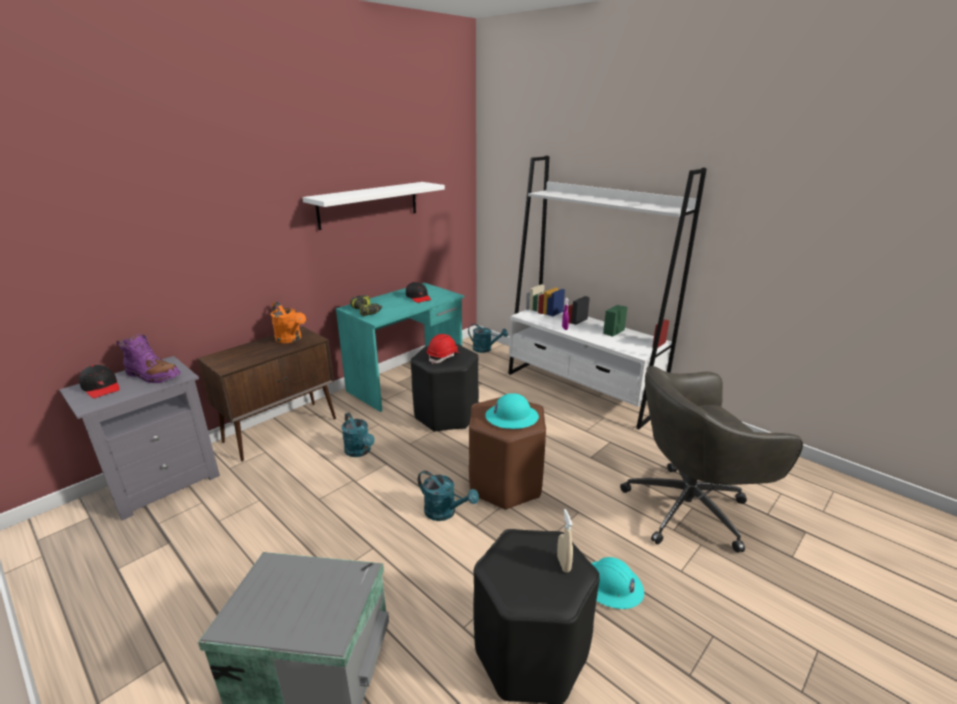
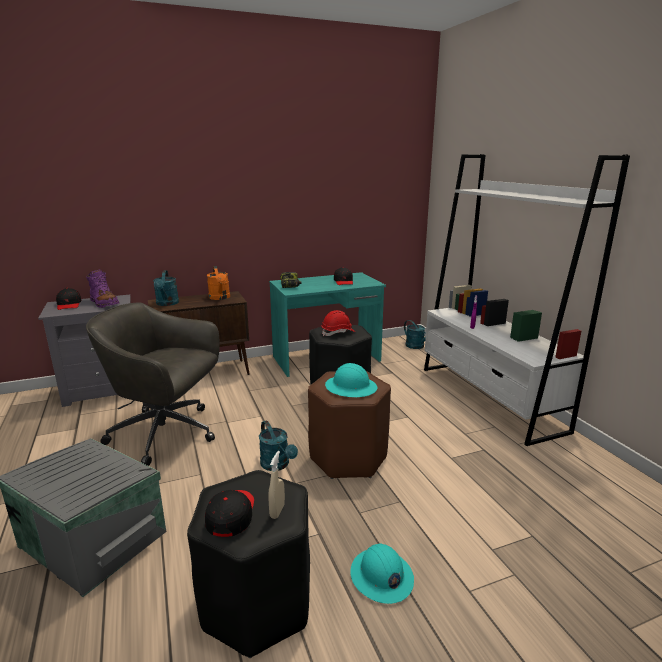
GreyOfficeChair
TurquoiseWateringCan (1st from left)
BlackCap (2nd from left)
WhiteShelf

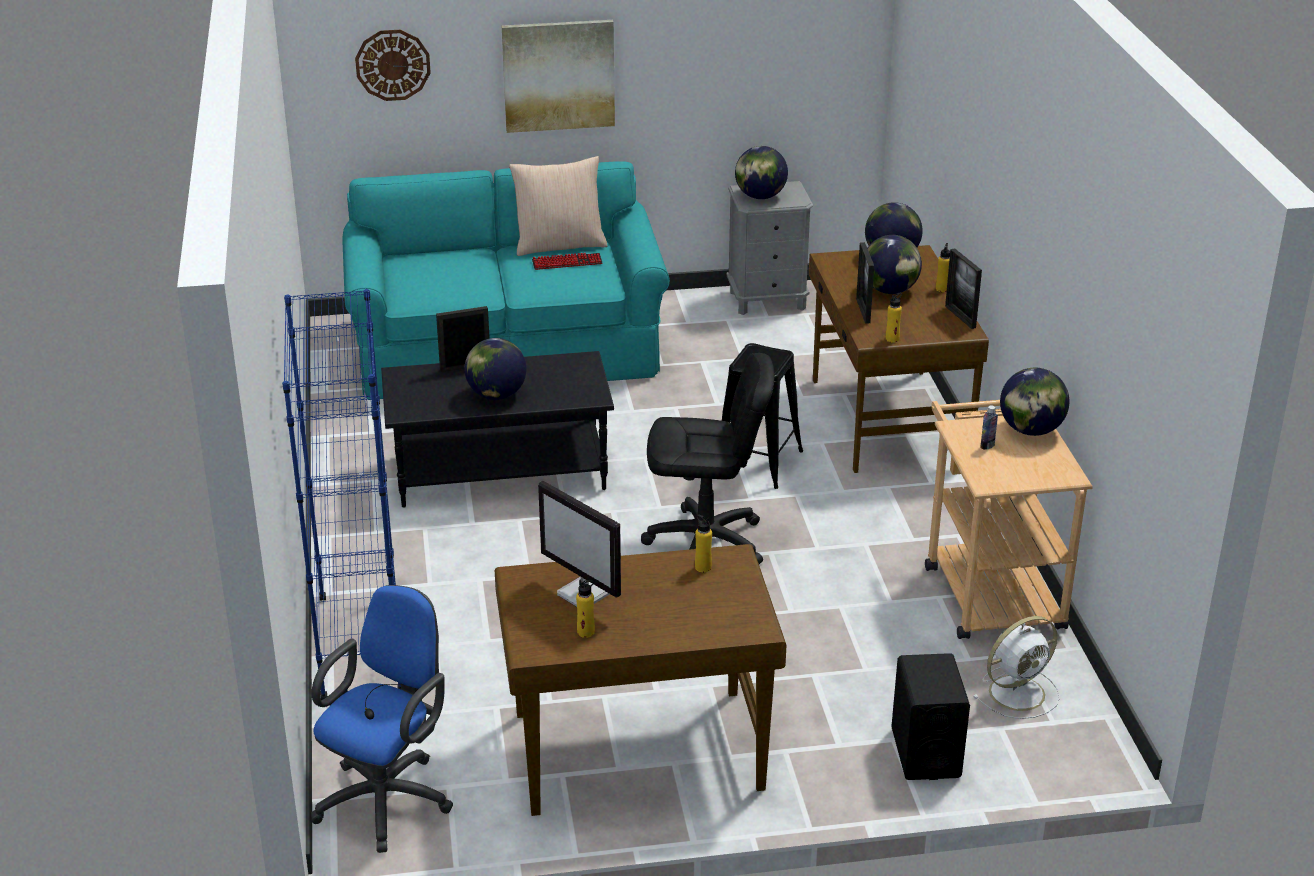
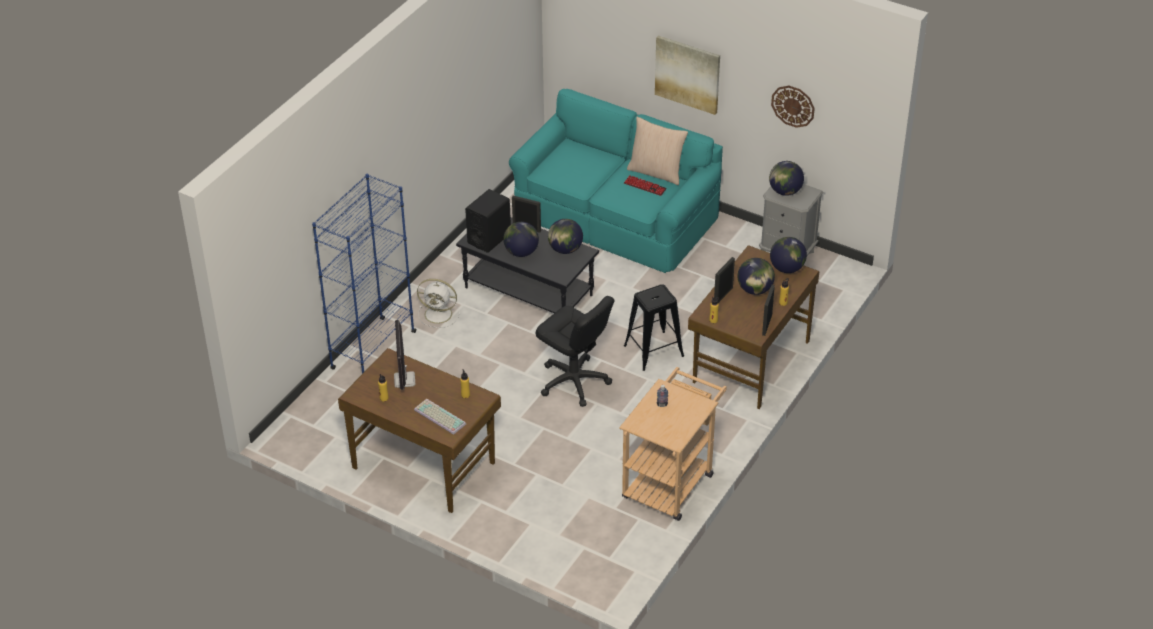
Keyboard (1st from left)
WhiteFan
BlackSpeaker
Globe (2nd from left)
WallClock
BlueOfficeChair

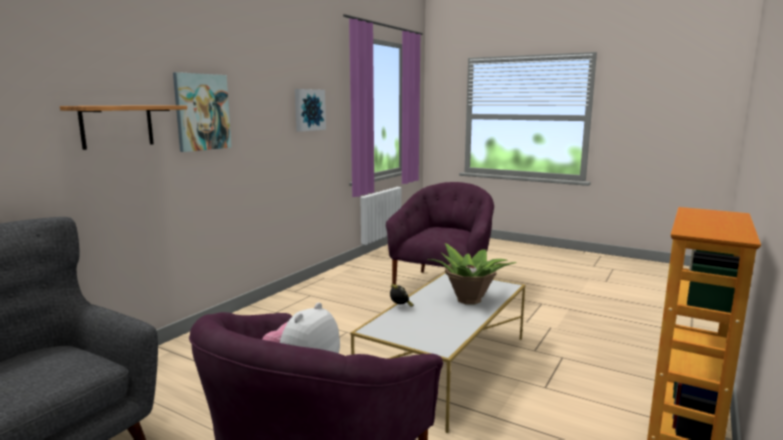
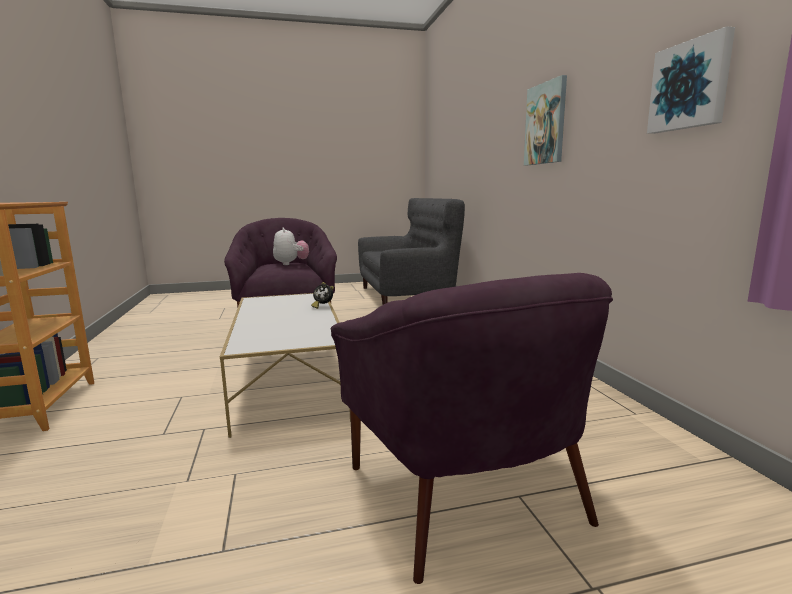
Shelf
PottedPlant

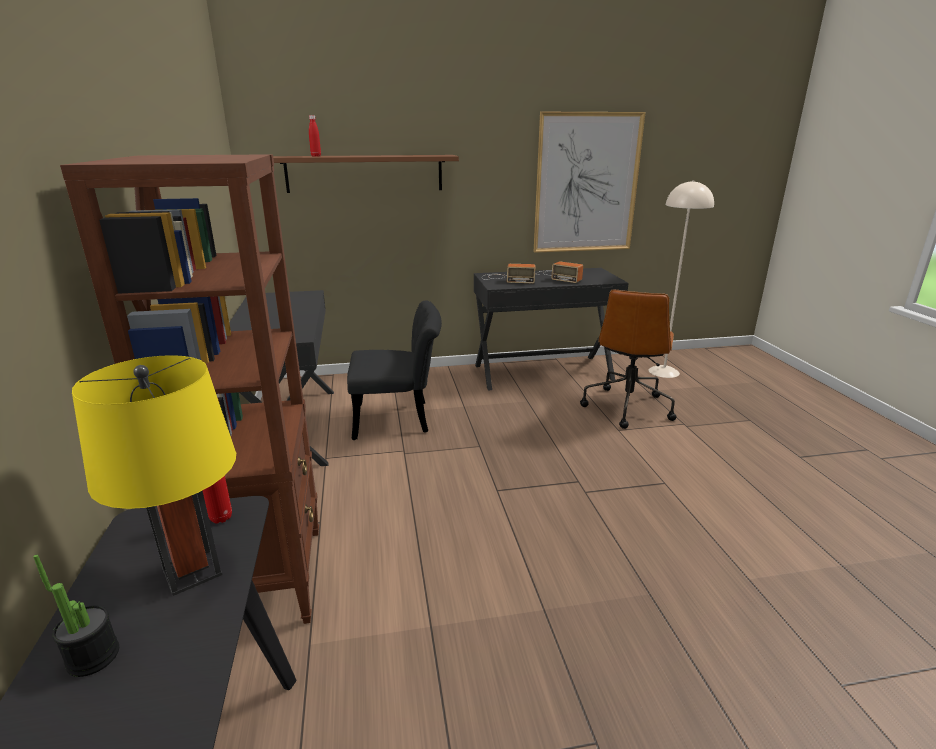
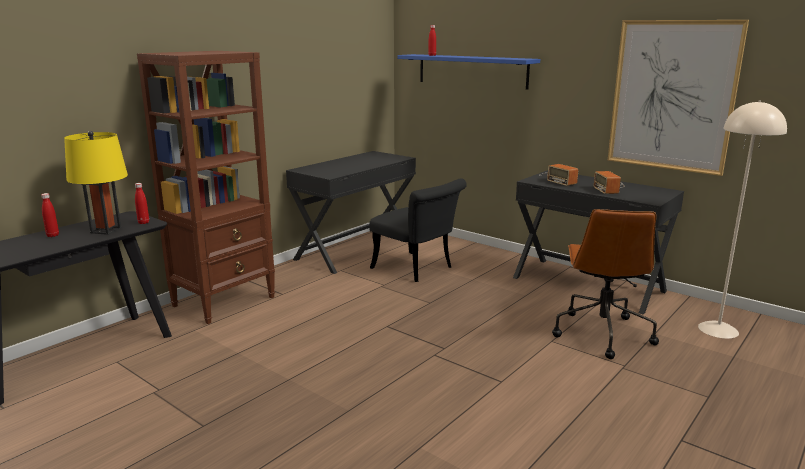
RedBottle (1st from left)
BlueShelf
BrownOfficeChair

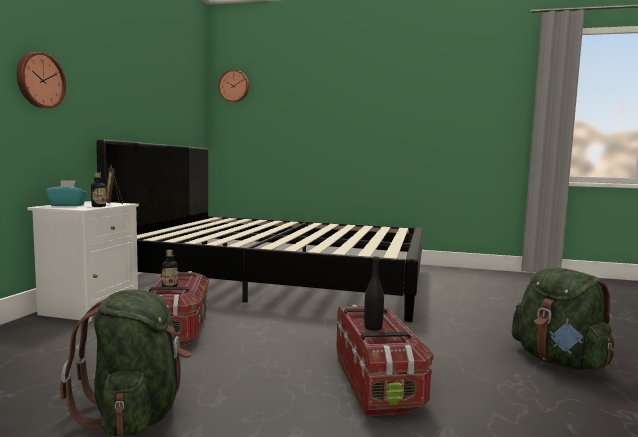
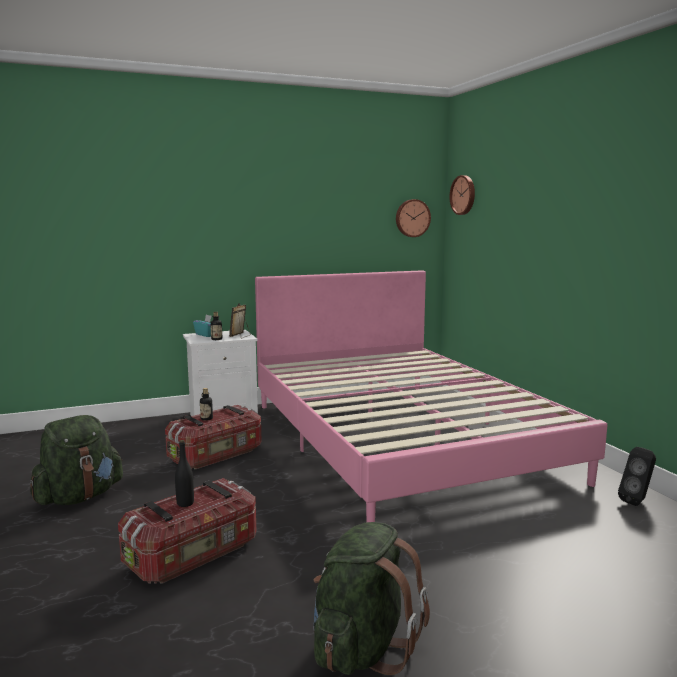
PinkBed
WallClock (1st from left)
BlackSpeaker

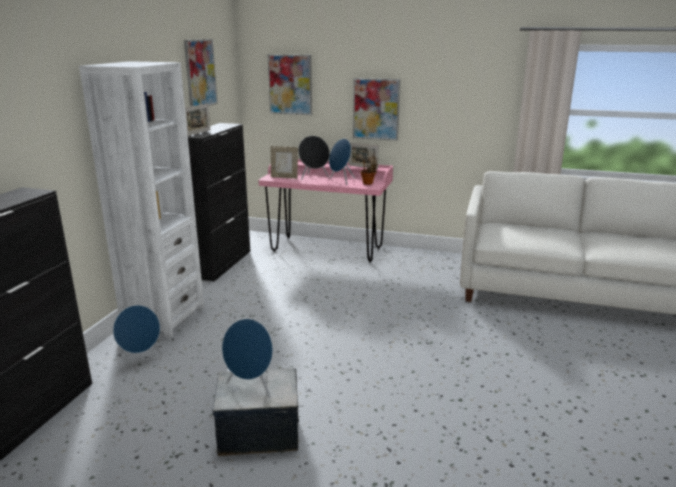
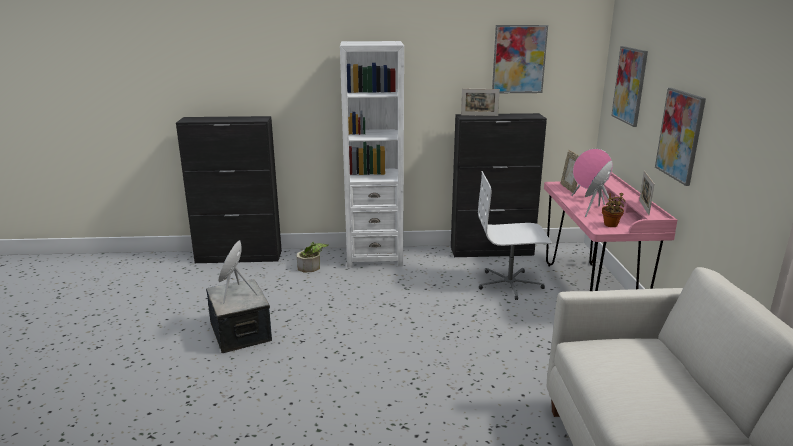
PottedPlant (1st from left)
WhiteOfficeChair
PinkSpeaker

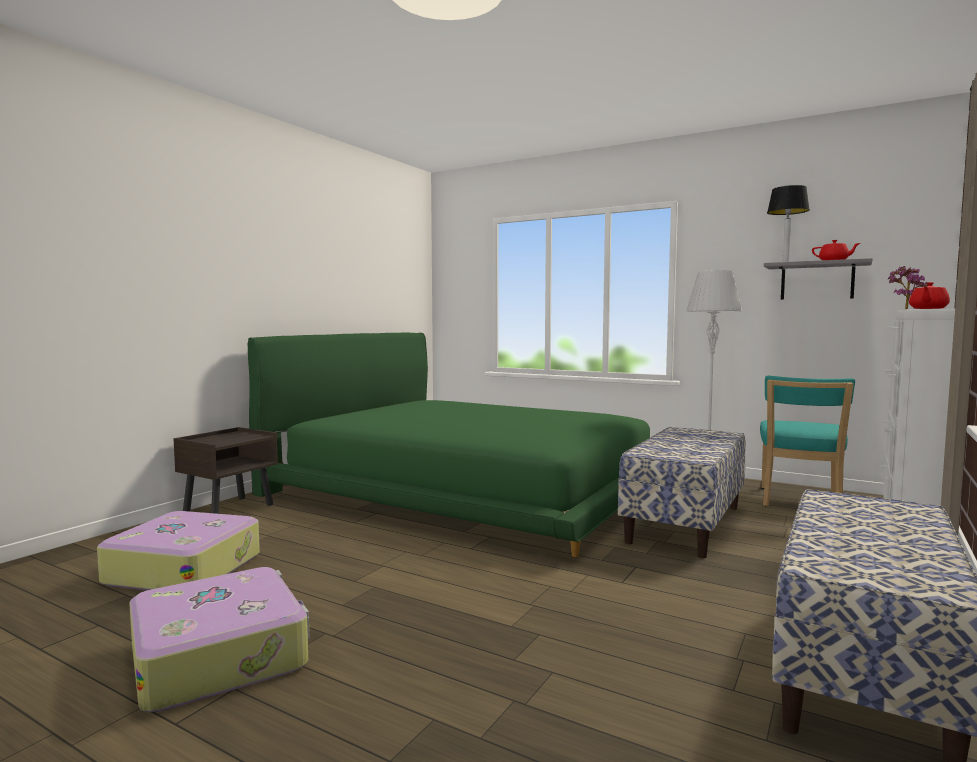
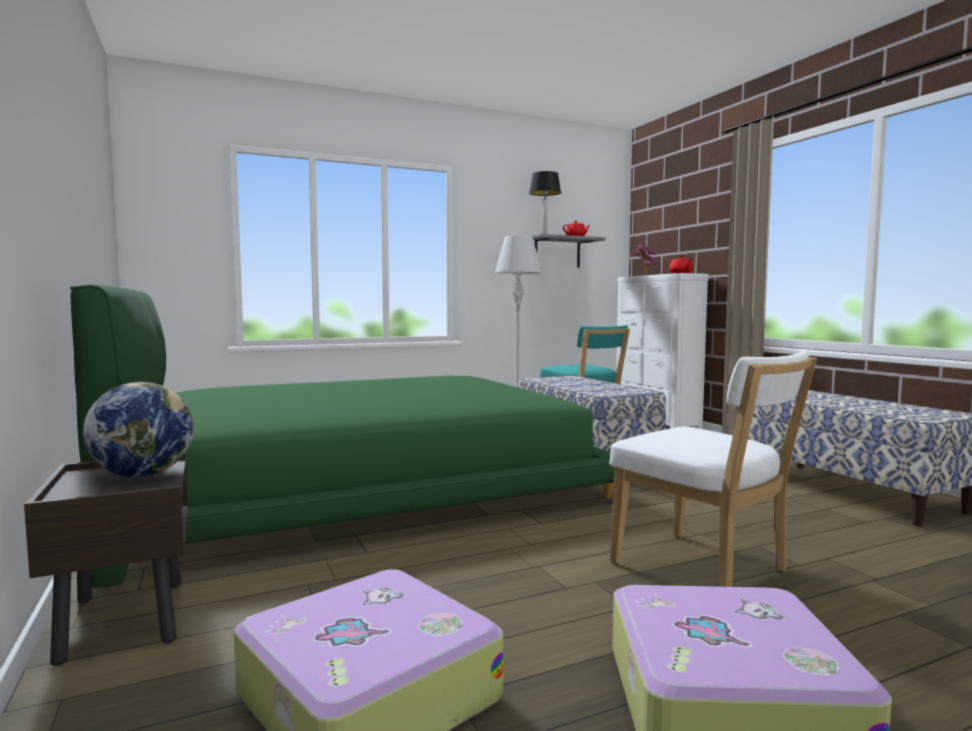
Globe
WhiteChair

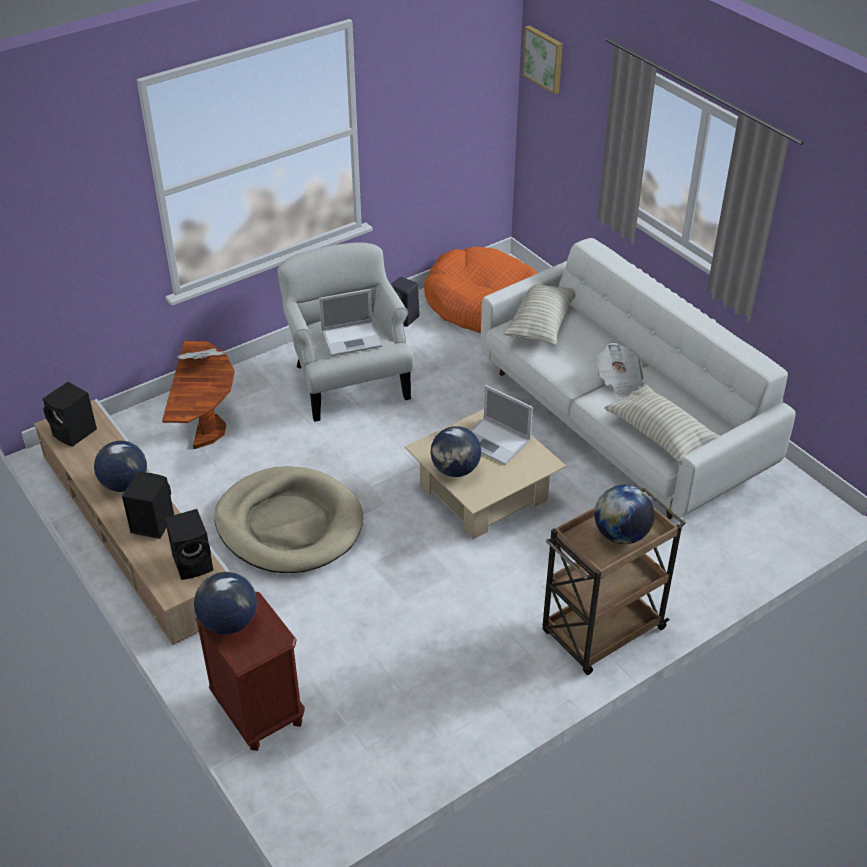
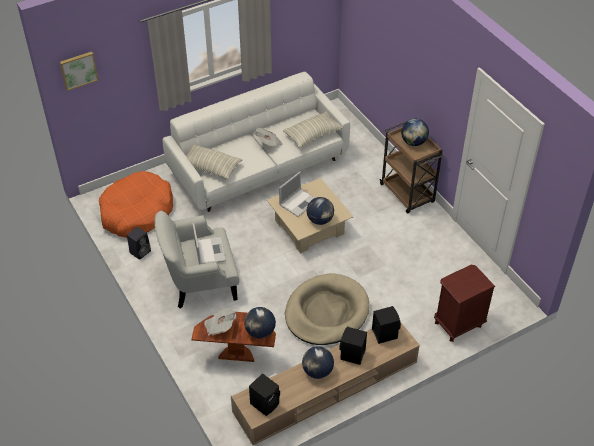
Globe (1st from left)

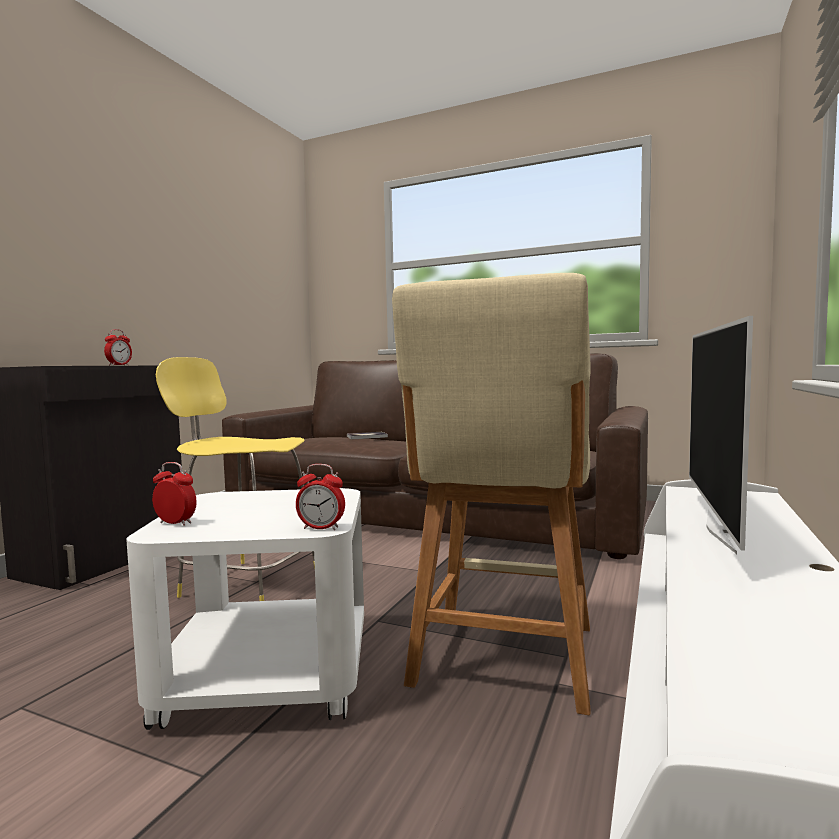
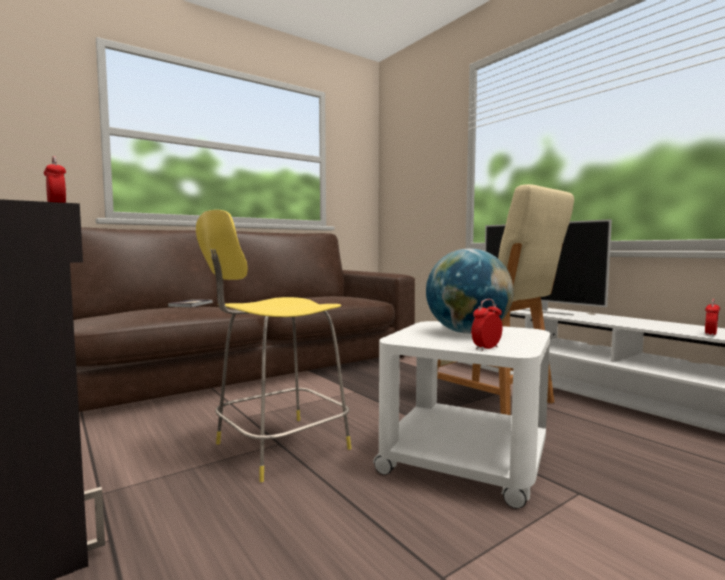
Globe
AlarmClock (3rd from left)

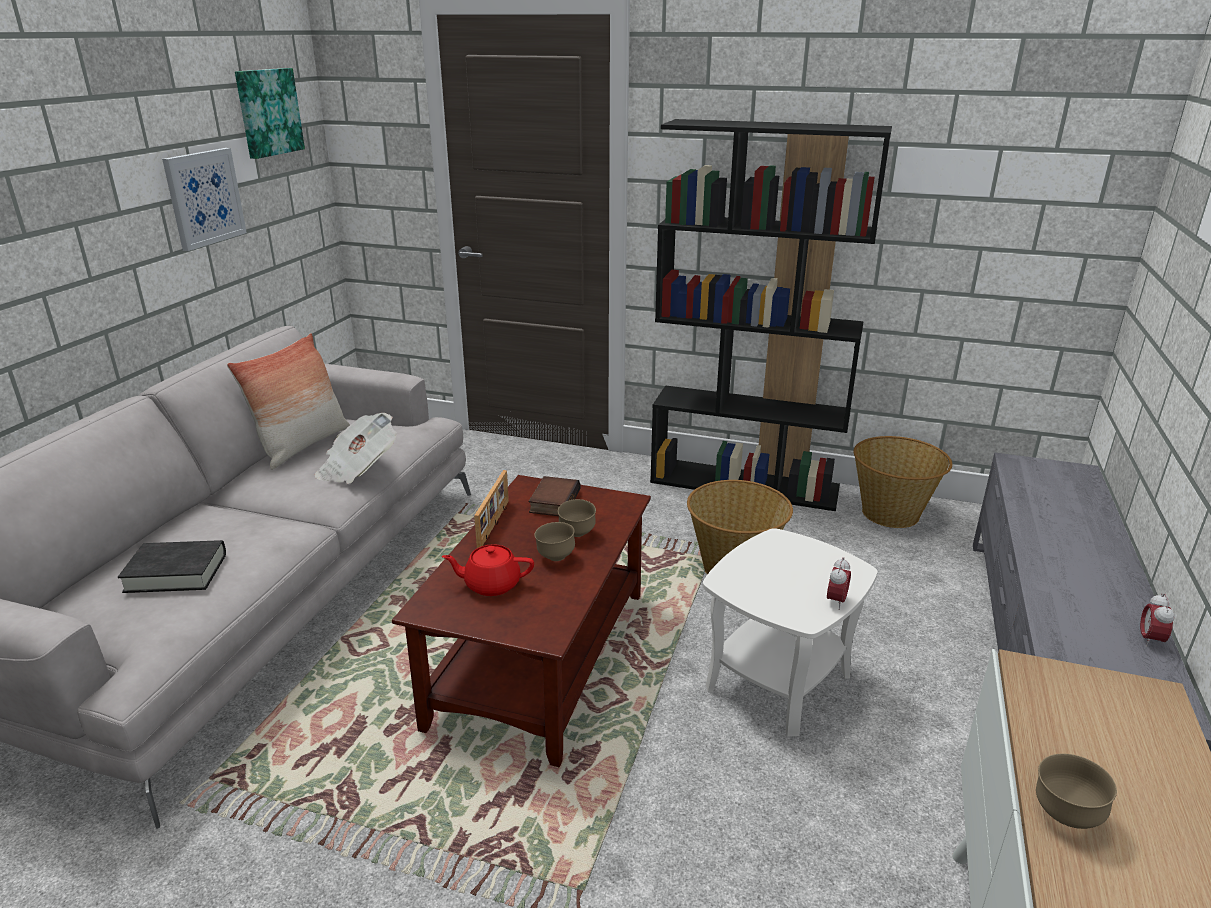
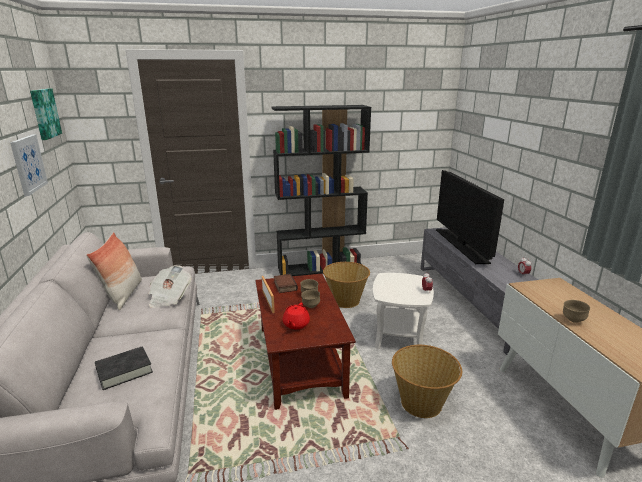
RedTeapot
Basket (2nd from left)
Television

